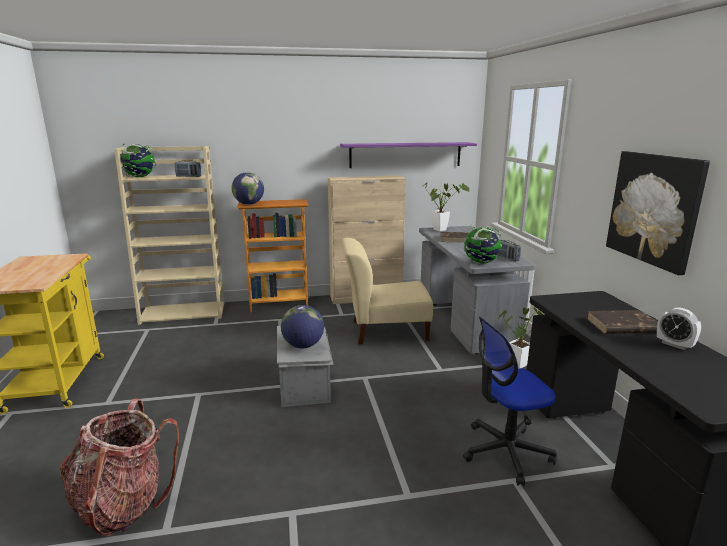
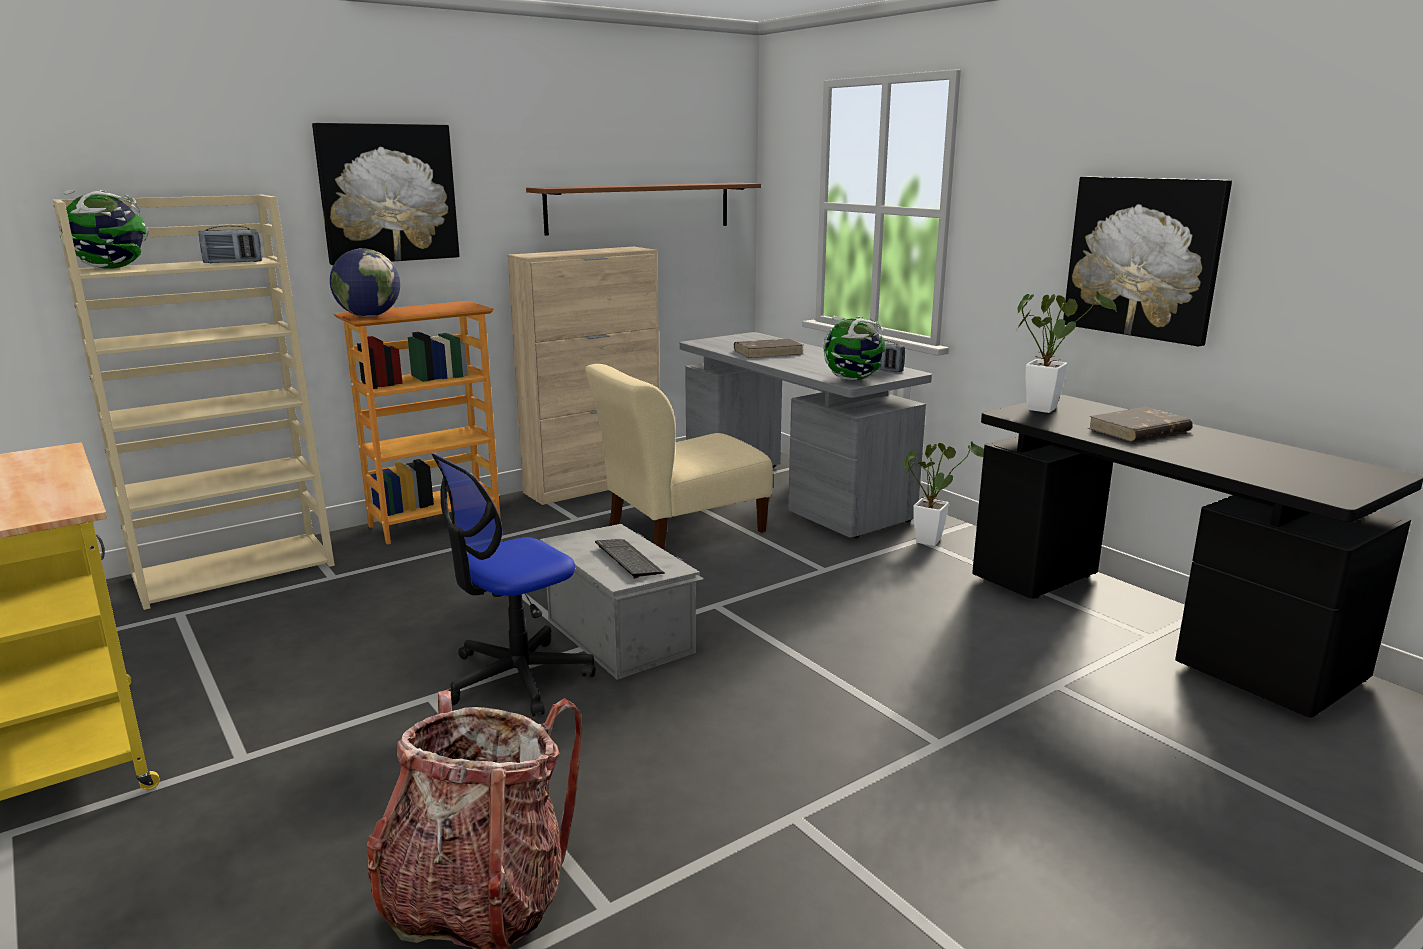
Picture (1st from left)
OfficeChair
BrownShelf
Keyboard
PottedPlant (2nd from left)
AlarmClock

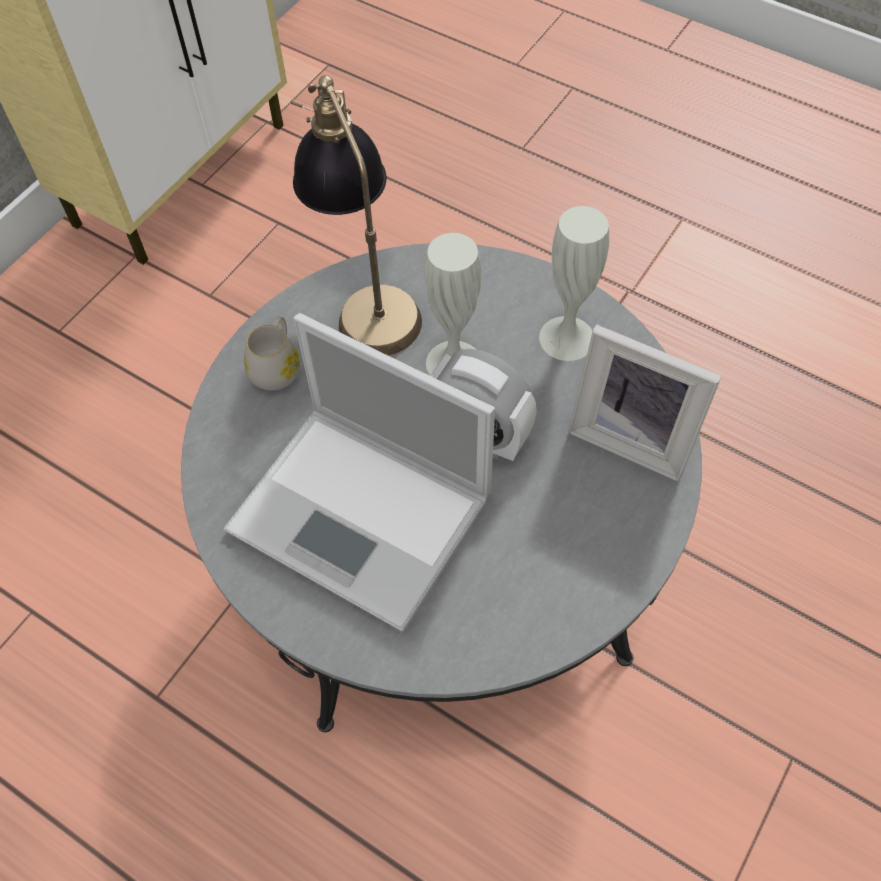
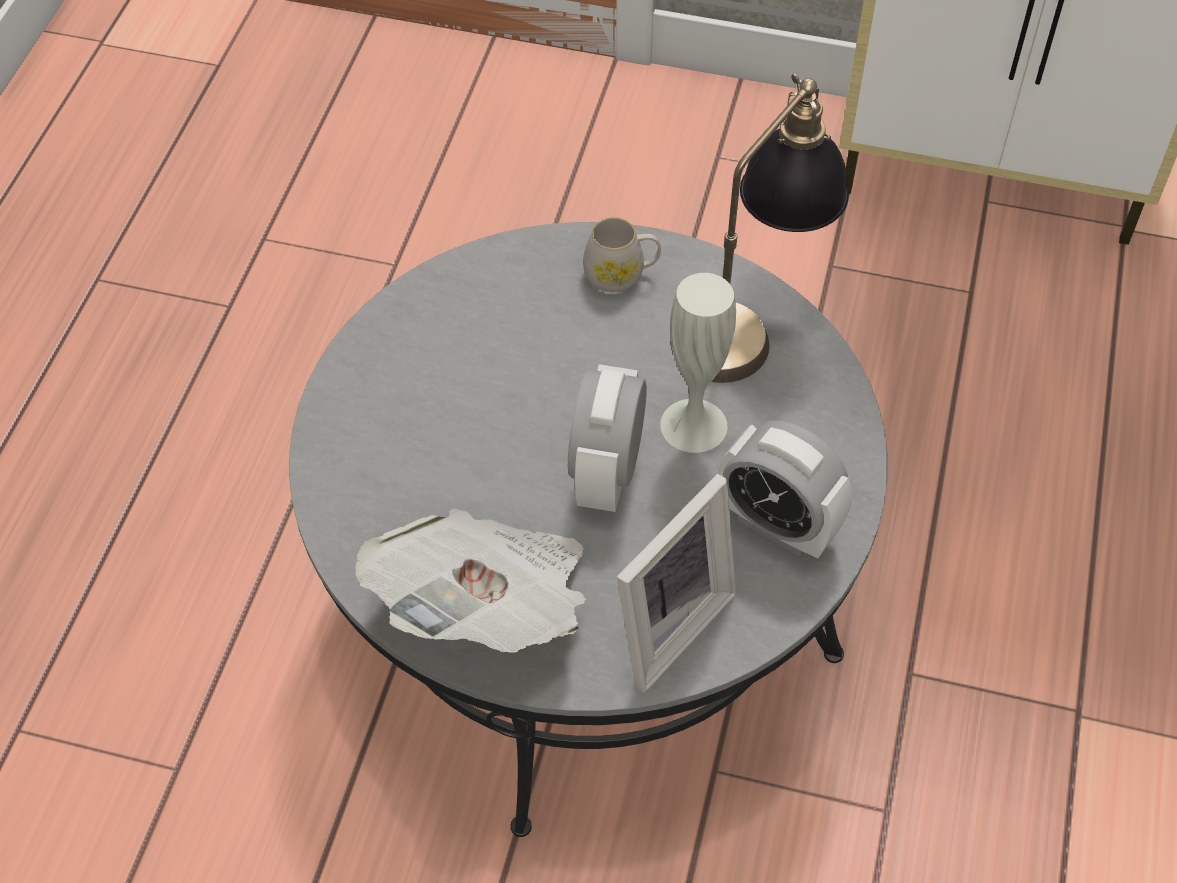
Newspaper
PictureFrame
AlarmClock (2nd from left)
Laptop

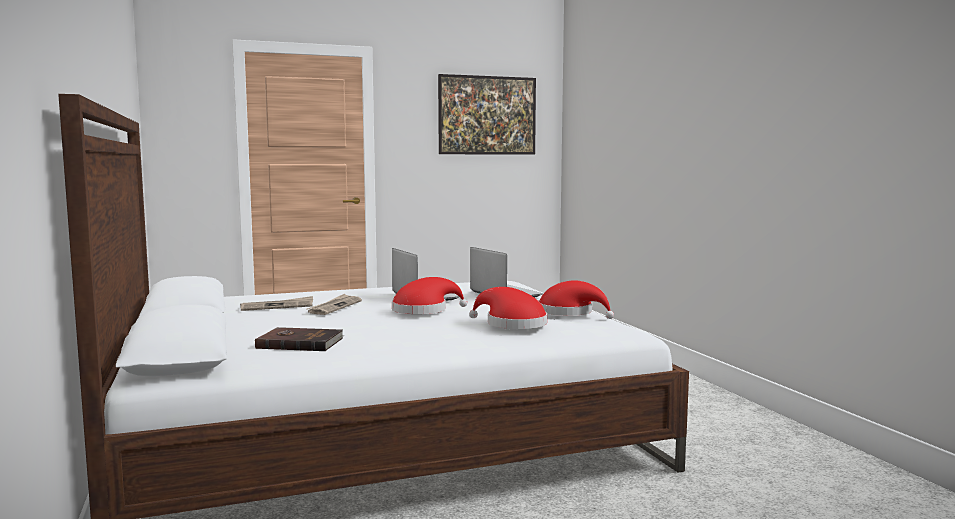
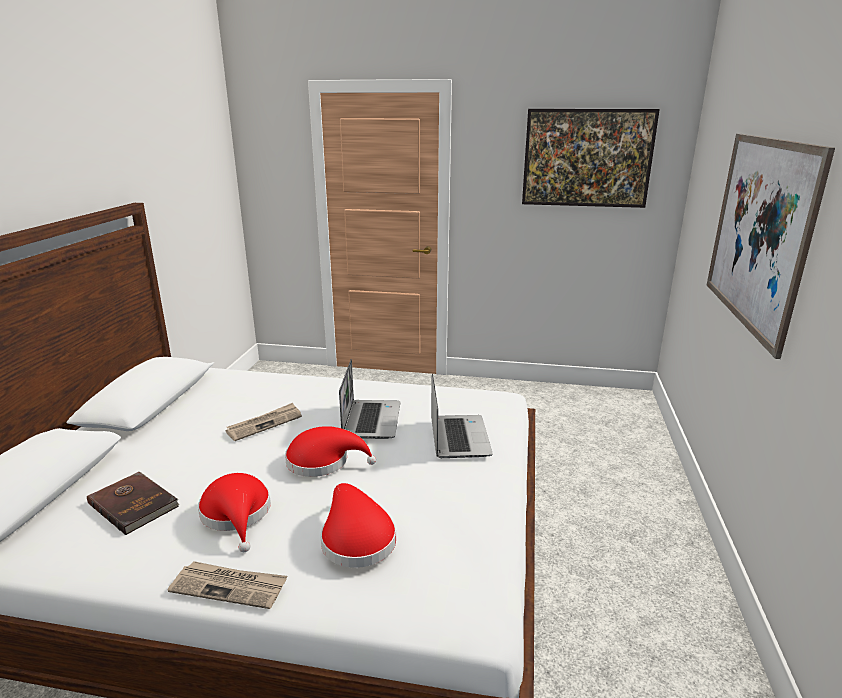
Newspaper (1st from left)
RedHat (1st from left)
Picture (2nd from left)

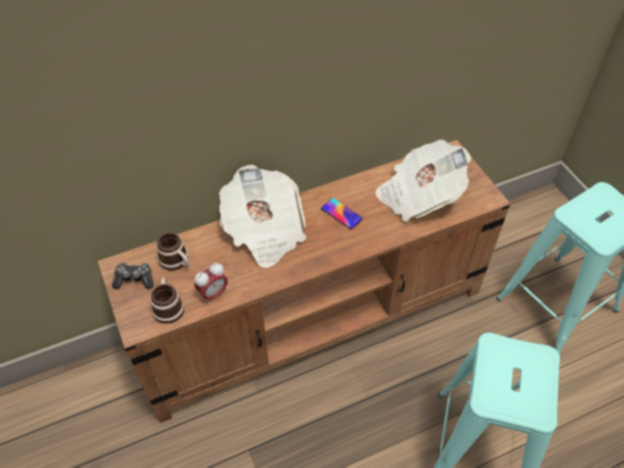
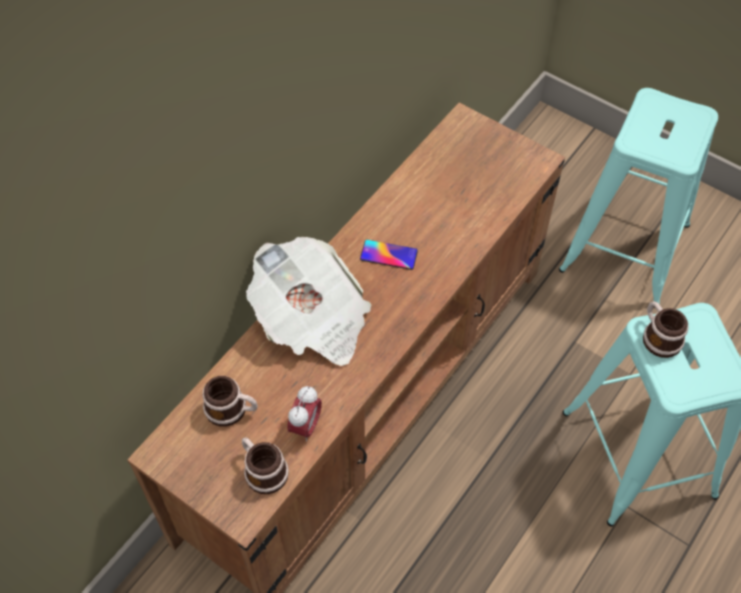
Mug (3rd from left)
GameController
Newspaper (2nd from left in the first image)

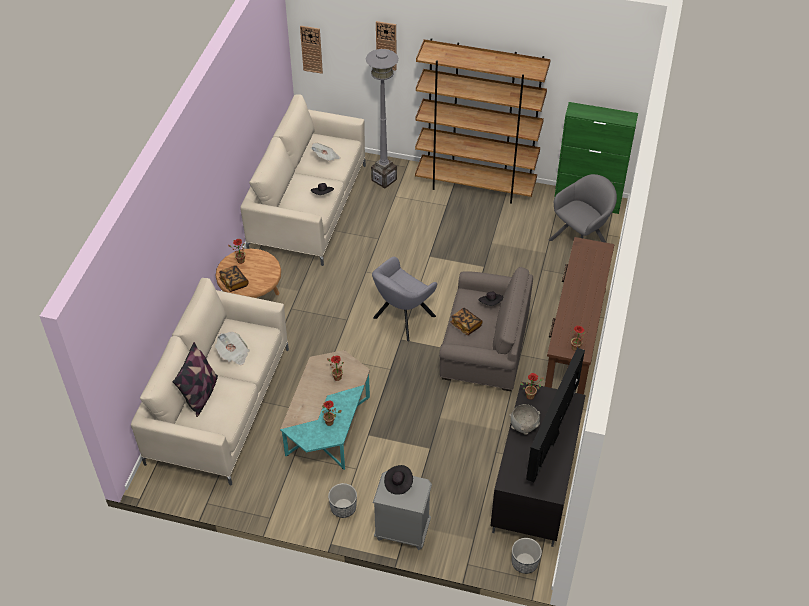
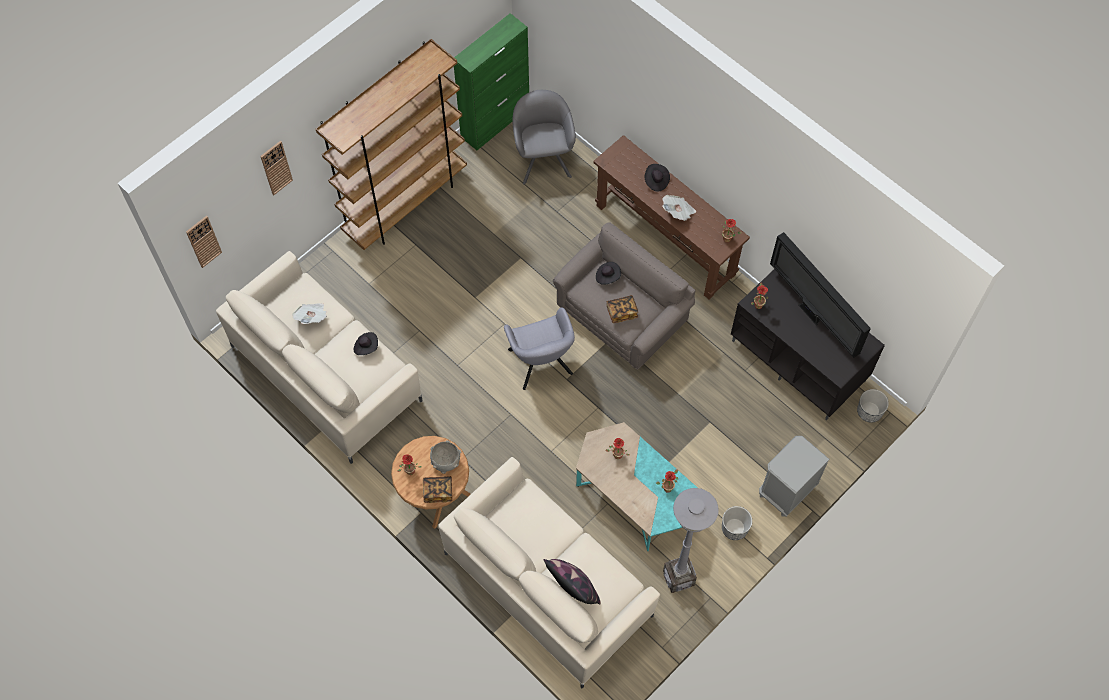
GreyBowl
BlackHat (3rd from left)
Newspaper (2nd from left)
GreyFloorLamp

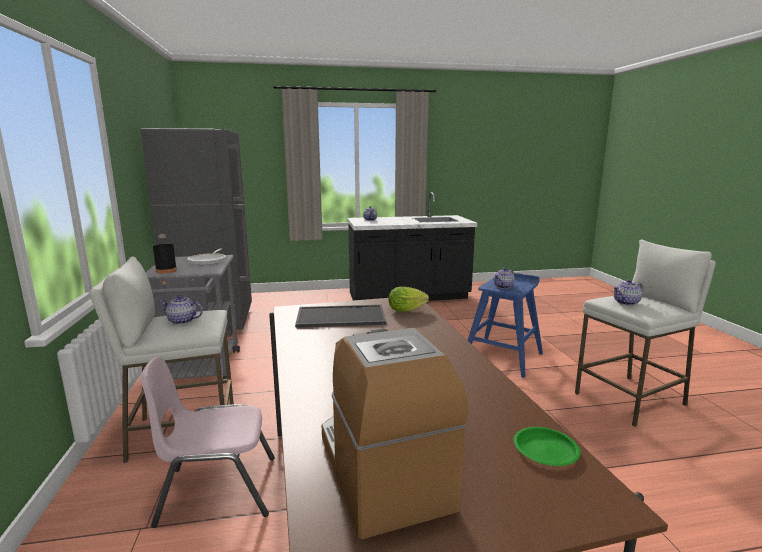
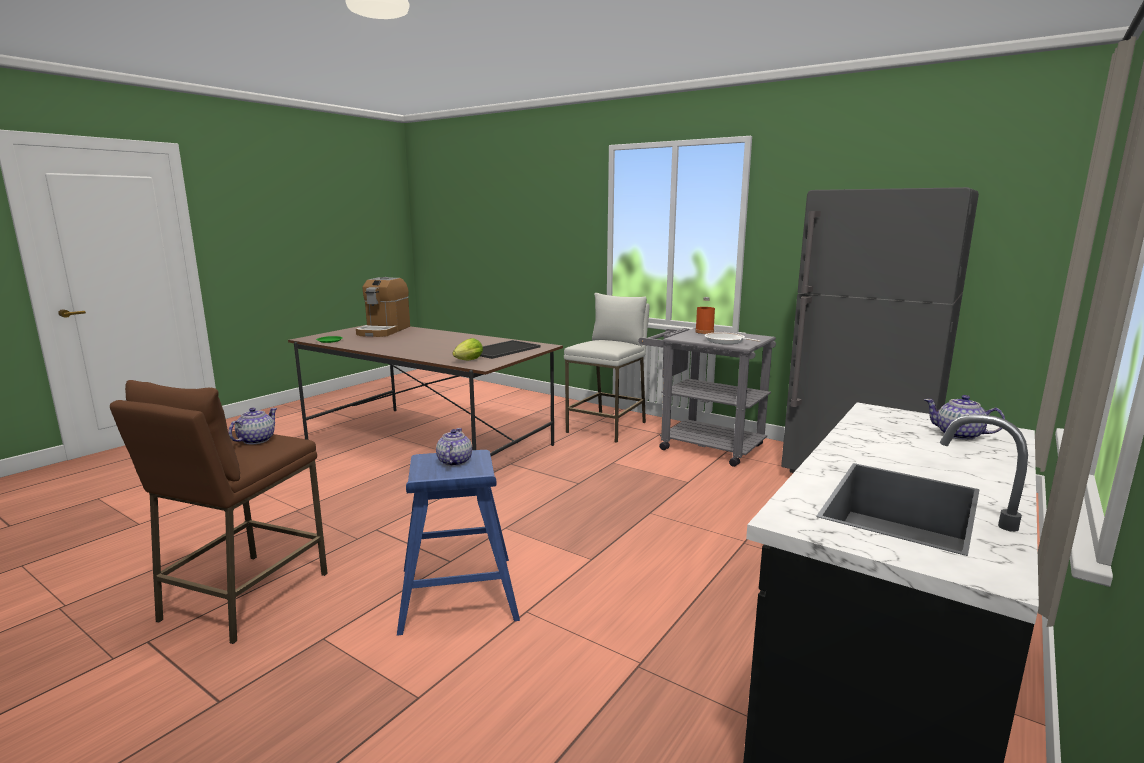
BrownStool
CoffeeMachine
OrangeBottle
PinkChair
Teapot (1st from left in the first image)

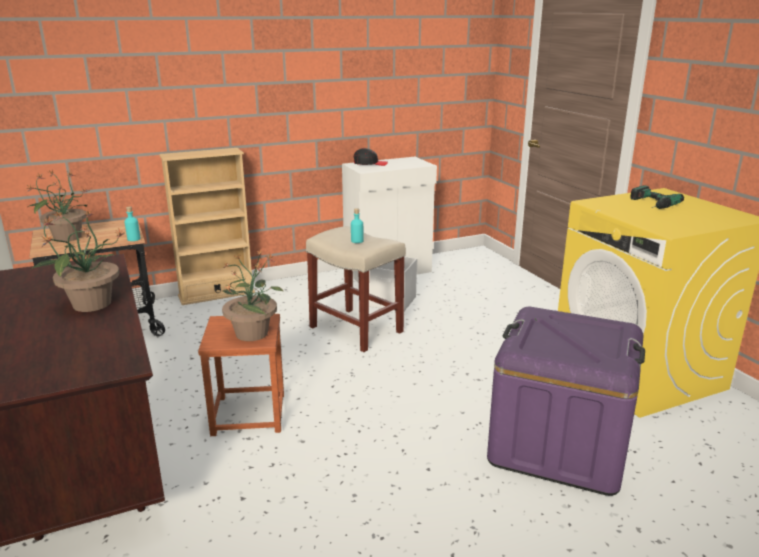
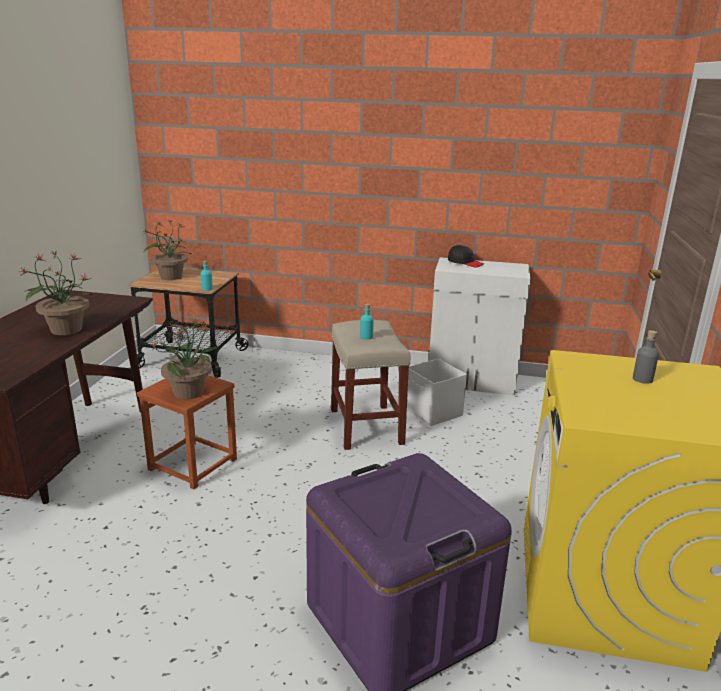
GreyBottle
BeigeBookcase

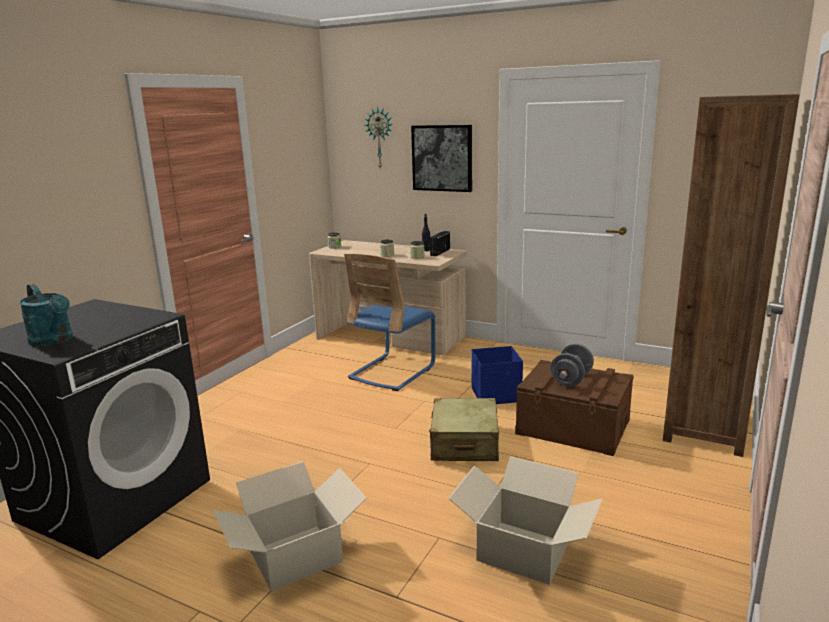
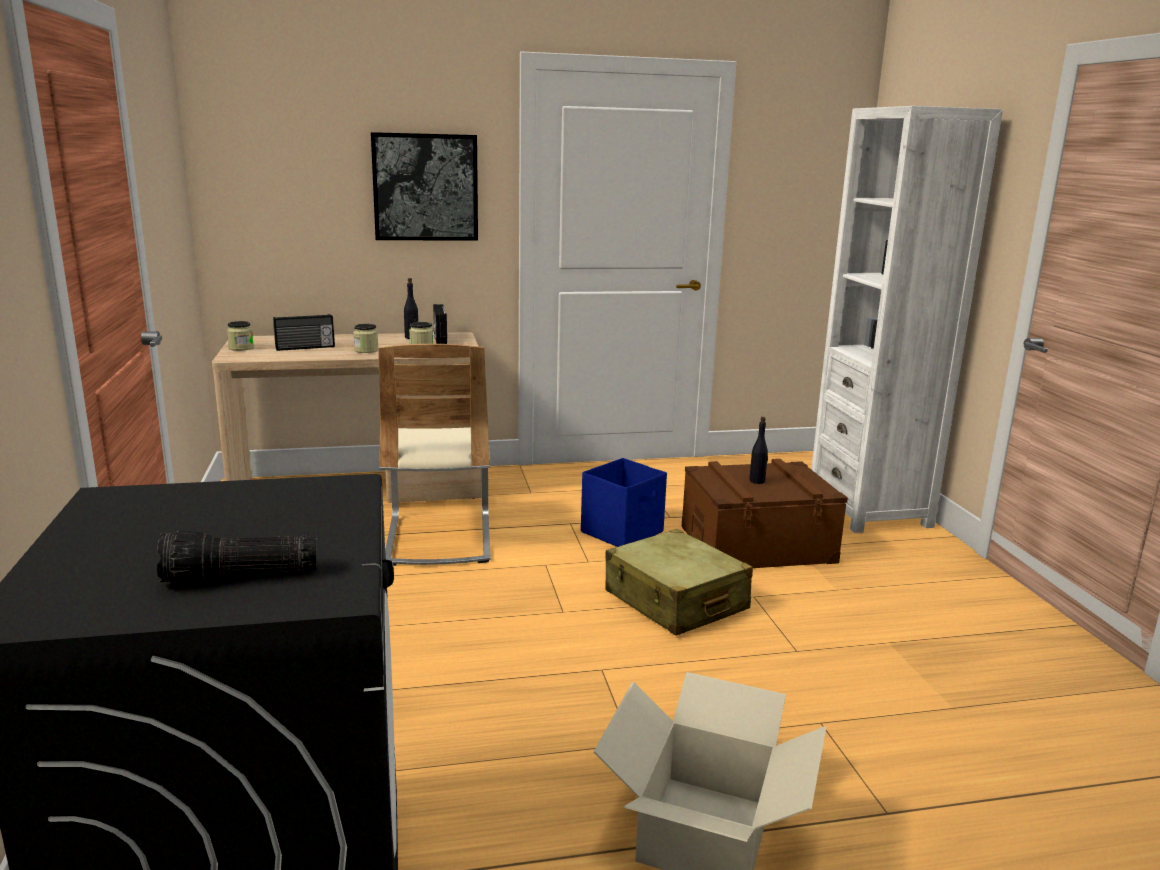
Flashlight
Radio (1st from left)
BeigeChair
BlackBottle (2nd from left)
WhiteBookcase
WallClock
CardboardBox (2nd from left in the first image)

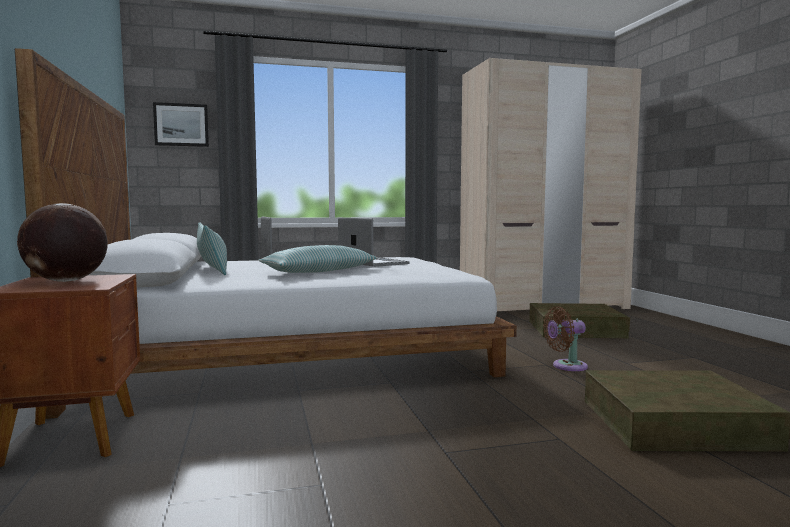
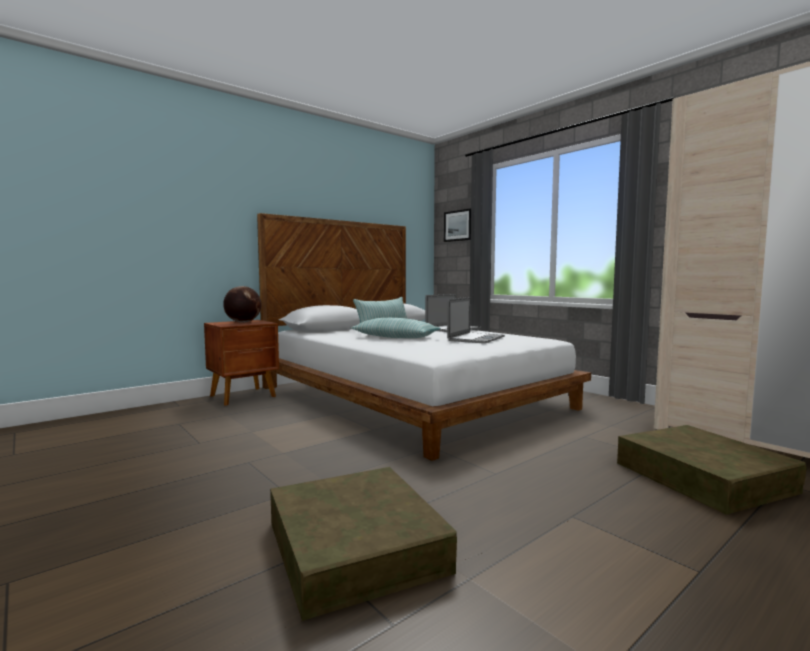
BrownFan

